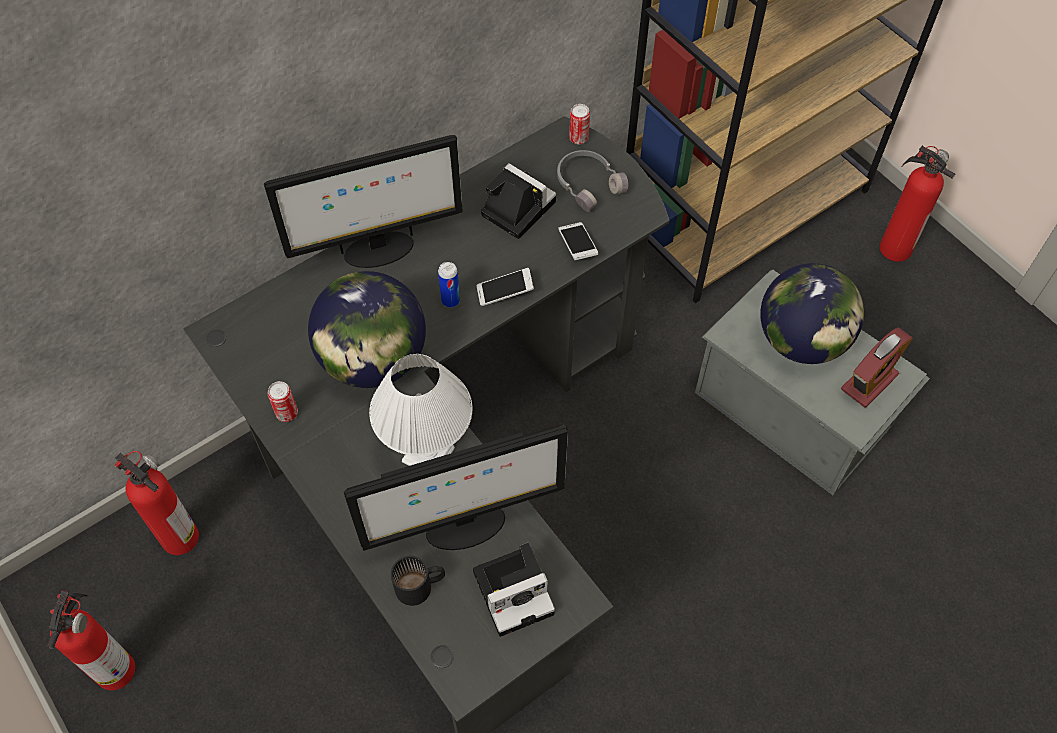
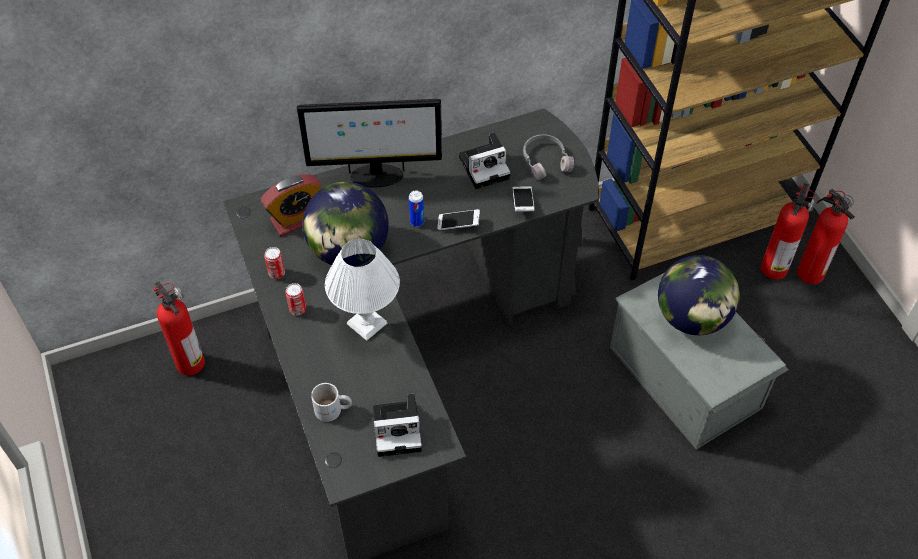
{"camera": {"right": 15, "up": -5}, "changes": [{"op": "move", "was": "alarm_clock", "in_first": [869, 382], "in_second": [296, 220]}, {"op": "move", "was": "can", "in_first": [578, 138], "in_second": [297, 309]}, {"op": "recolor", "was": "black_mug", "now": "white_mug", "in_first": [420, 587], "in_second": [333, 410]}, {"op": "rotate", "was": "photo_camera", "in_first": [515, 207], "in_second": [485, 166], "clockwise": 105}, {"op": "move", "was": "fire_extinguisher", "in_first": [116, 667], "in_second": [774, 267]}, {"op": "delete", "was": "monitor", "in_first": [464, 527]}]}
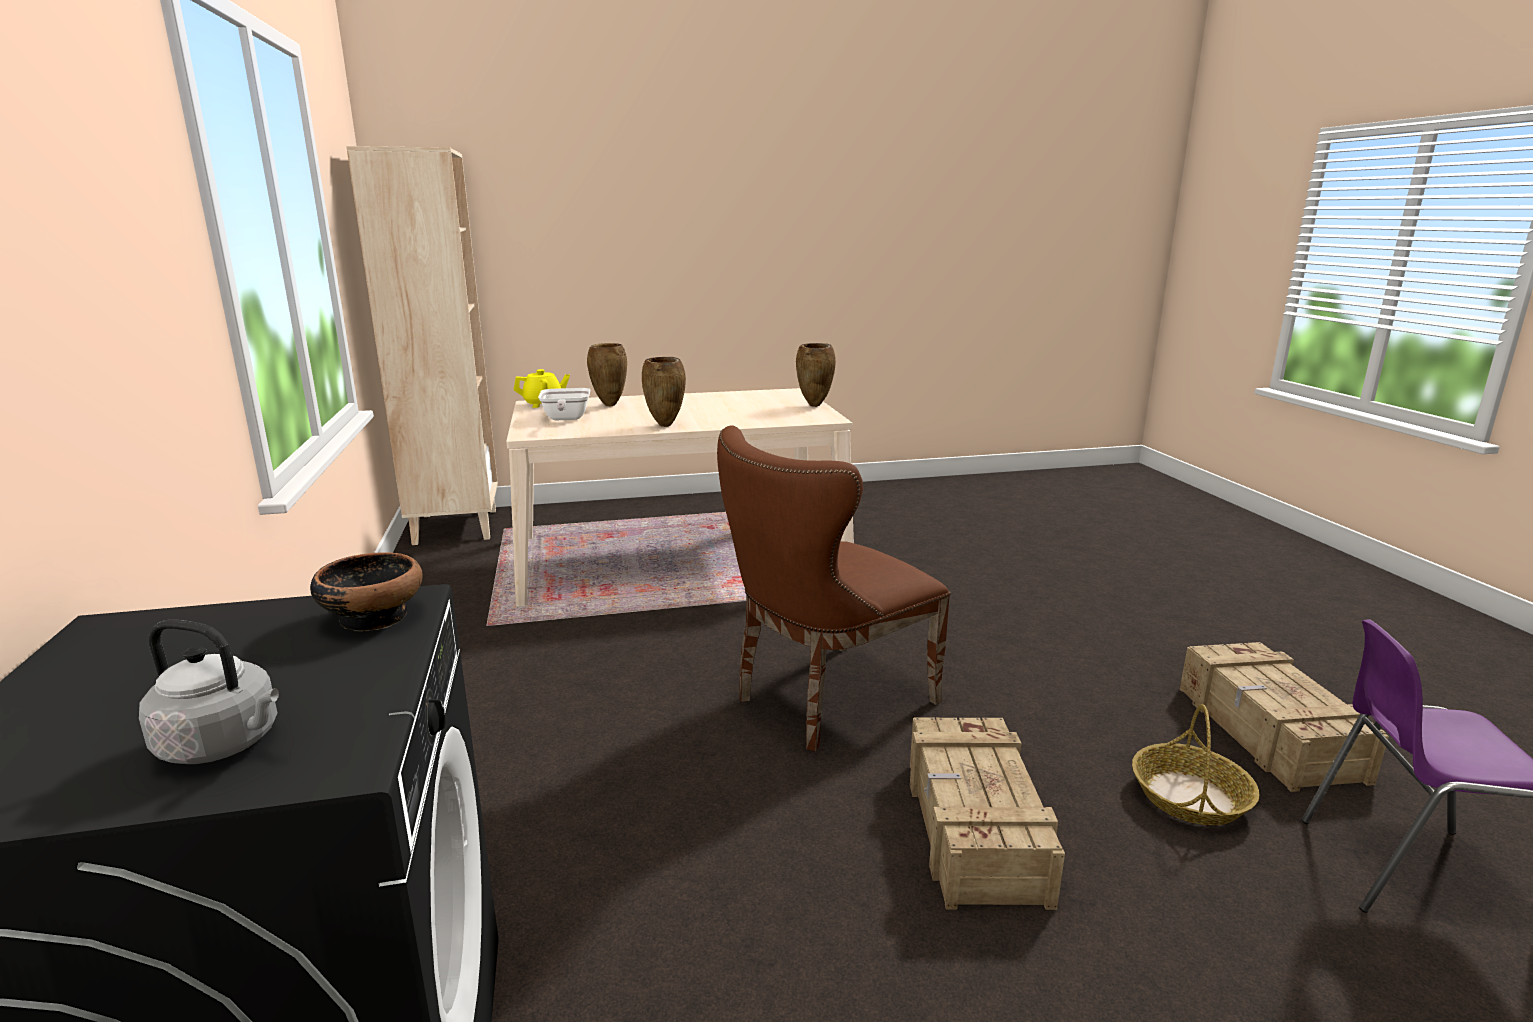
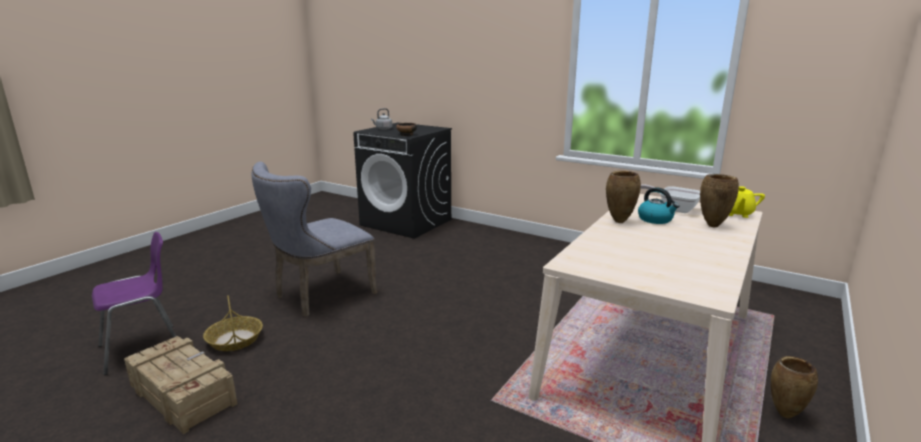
{"camera": {"right": 135, "up": 0}, "changes": [{"op": "replace", "was": "crate", "now": "grey_chair", "in_first": [973, 830], "in_second": [319, 296]}, {"op": "insert", "now": "kettle", "in_second": [656, 219]}, {"op": "move", "was": "brown_vase", "in_first": [815, 405], "in_second": [784, 415]}, {"op": "delete", "was": "beige_bookcase", "in_first": [455, 526]}, {"op": "delete", "was": "brown_chair", "in_first": [824, 701]}]}
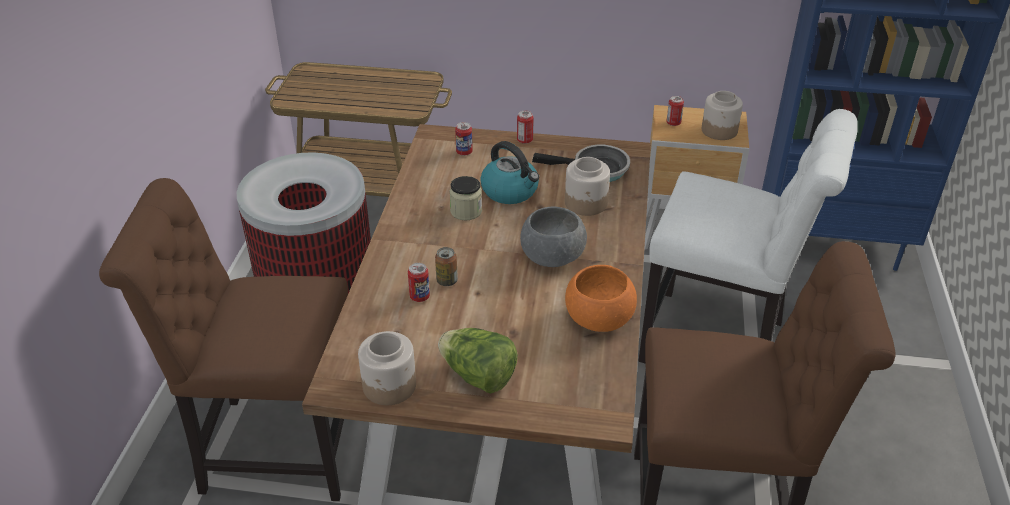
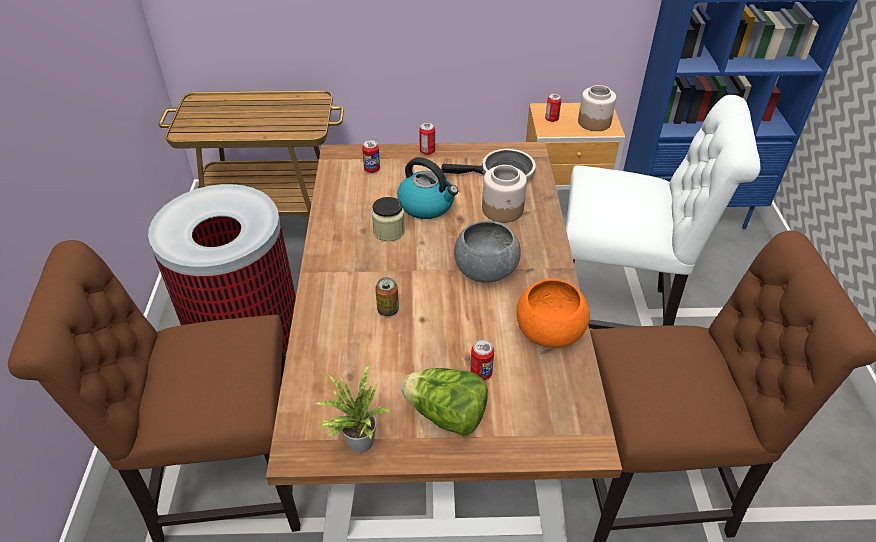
{"camera": {"right": -10, "up": 5}, "changes": [{"op": "replace", "was": "jar", "now": "potted_plant", "in_first": [389, 386], "in_second": [356, 440]}, {"op": "move", "was": "can", "in_first": [419, 297], "in_second": [481, 373]}]}
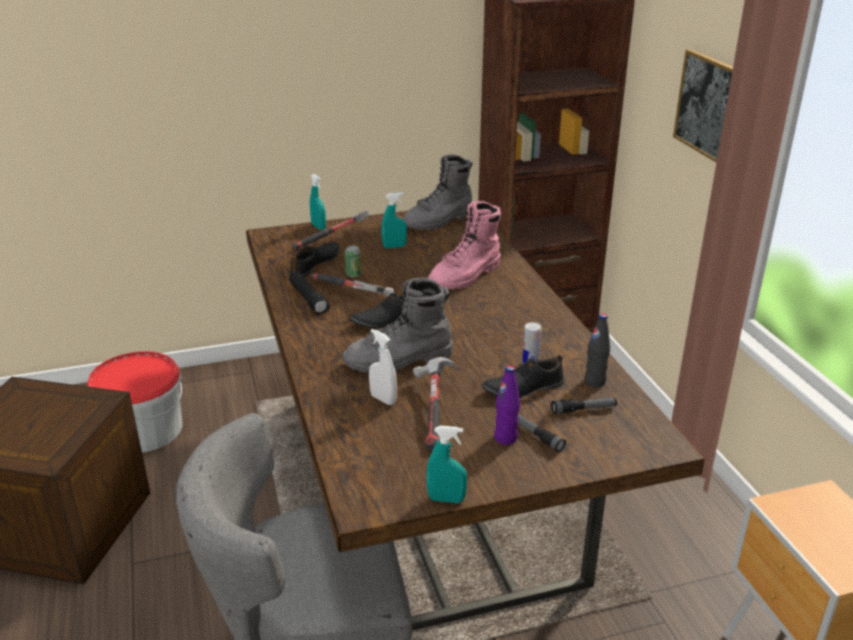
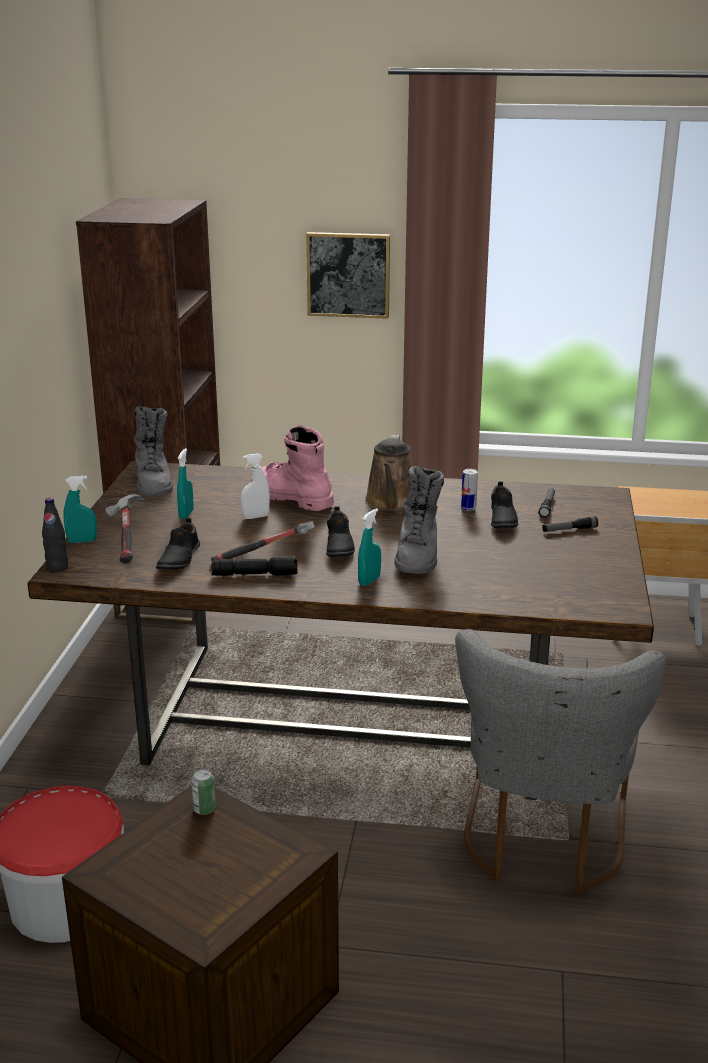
{"camera": {"right": -65, "up": -5}, "changes": [{"op": "move", "was": "black_bottle", "in_first": [595, 381], "in_second": [57, 568]}, {"op": "rotate", "was": "black_shoe", "in_first": [315, 265], "in_second": [178, 559], "clockwise": -135}, {"op": "move", "was": "can", "in_first": [353, 274], "in_second": [204, 809]}, {"op": "move", "was": "white_spray_bottle", "in_first": [383, 399], "in_second": [255, 517]}, {"op": "rotate", "was": "pink_boot", "in_first": [466, 276], "in_second": [290, 497], "clockwise": 150}, {"op": "move", "was": "turquoise_spray_bottle", "in_first": [446, 499], "in_second": [369, 581]}, {"op": "insert", "now": "brown_watering_can", "in_second": [391, 502]}, {"op": "delete", "was": "hammer", "in_first": [434, 411]}, {"op": "delete", "was": "purple_bottle", "in_first": [505, 438]}]}
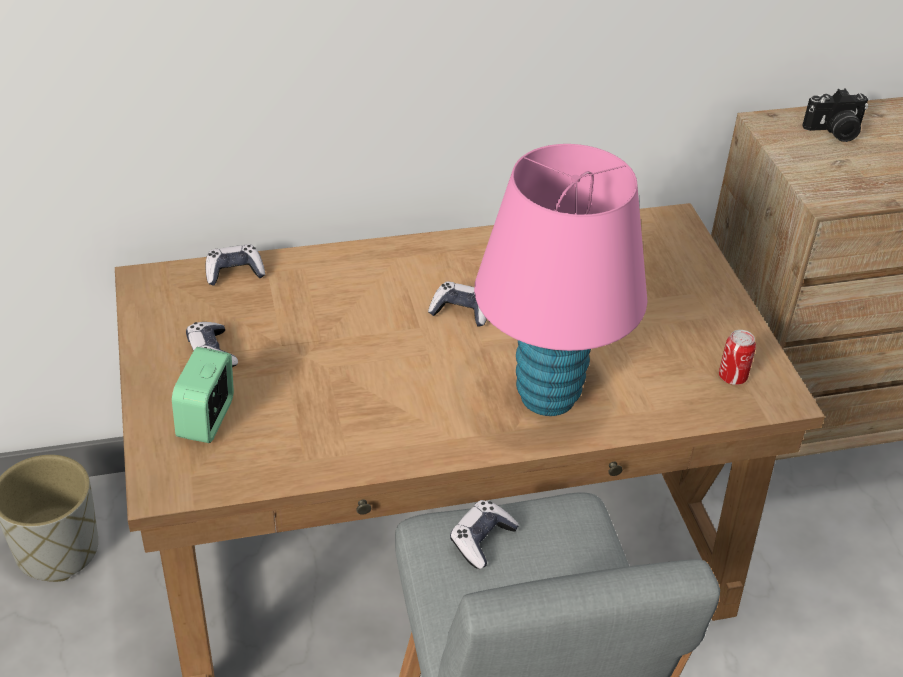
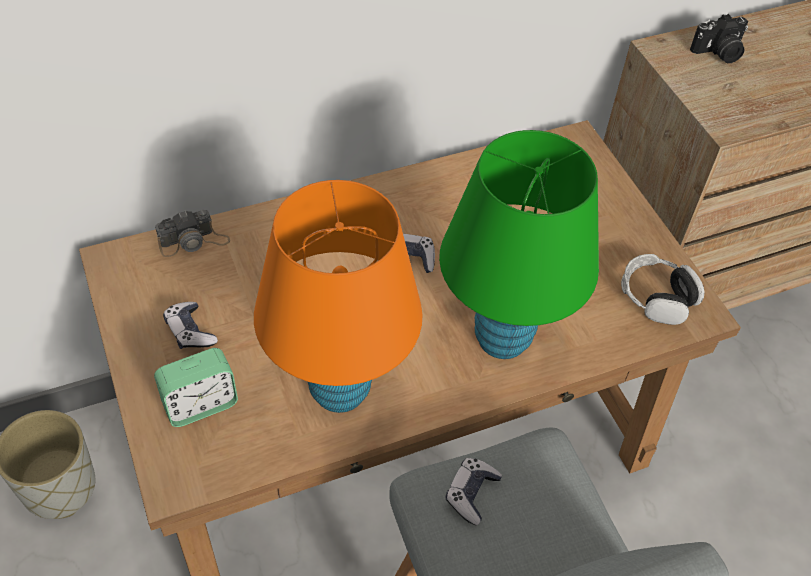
{"camera": {"right": -10, "up": 10}, "changes": [{"op": "rotate", "was": "alarm_clock", "in_first": [207, 419], "in_second": [200, 404], "clockwise": -120}, {"op": "replace", "was": "game_controller", "now": "photo_camera", "in_first": [234, 272], "in_second": [193, 241]}, {"op": "insert", "now": "orange_table_lamp", "in_second": [340, 390]}, {"op": "recolor", "was": "pink_table_lamp", "now": "green_table_lamp", "in_first": [547, 396], "in_second": [502, 338]}, {"op": "replace", "was": "can", "now": "headphones", "in_first": [732, 377], "in_second": [656, 297]}]}
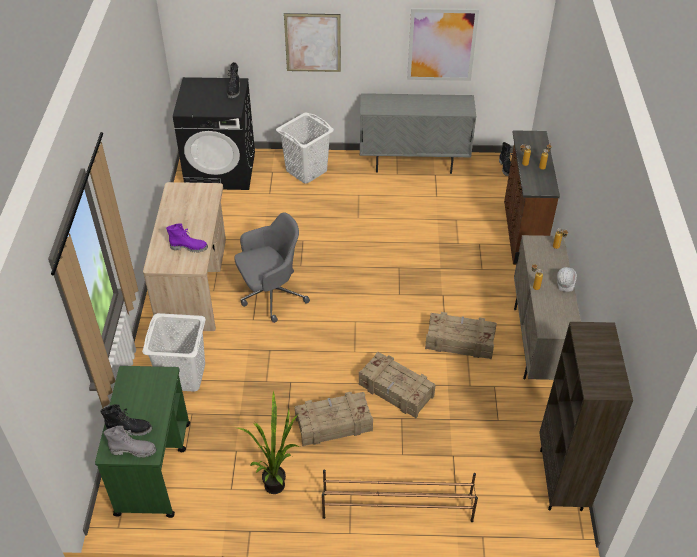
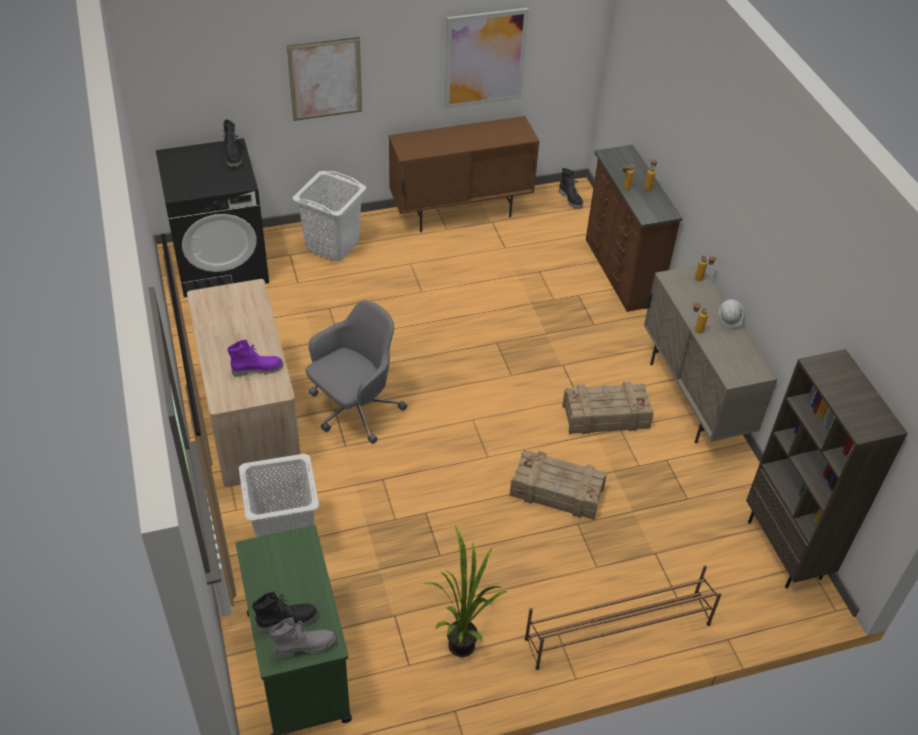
{"camera": {"right": -20, "up": 0}, "changes": [{"op": "recolor", "was": "grey_cabinet", "now": "brown_cabinet", "in_first": [413, 163], "in_second": [460, 213]}, {"op": "delete", "was": "crate", "in_first": [333, 424]}]}
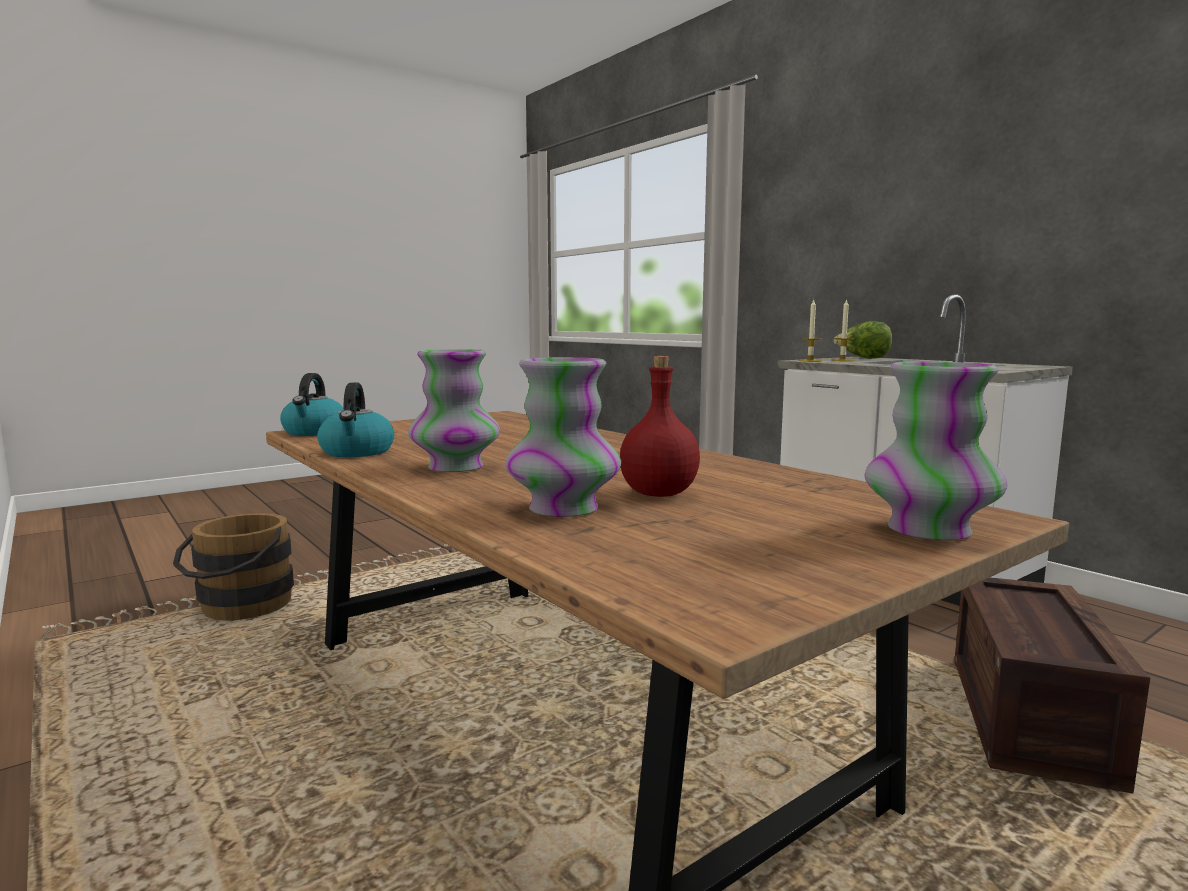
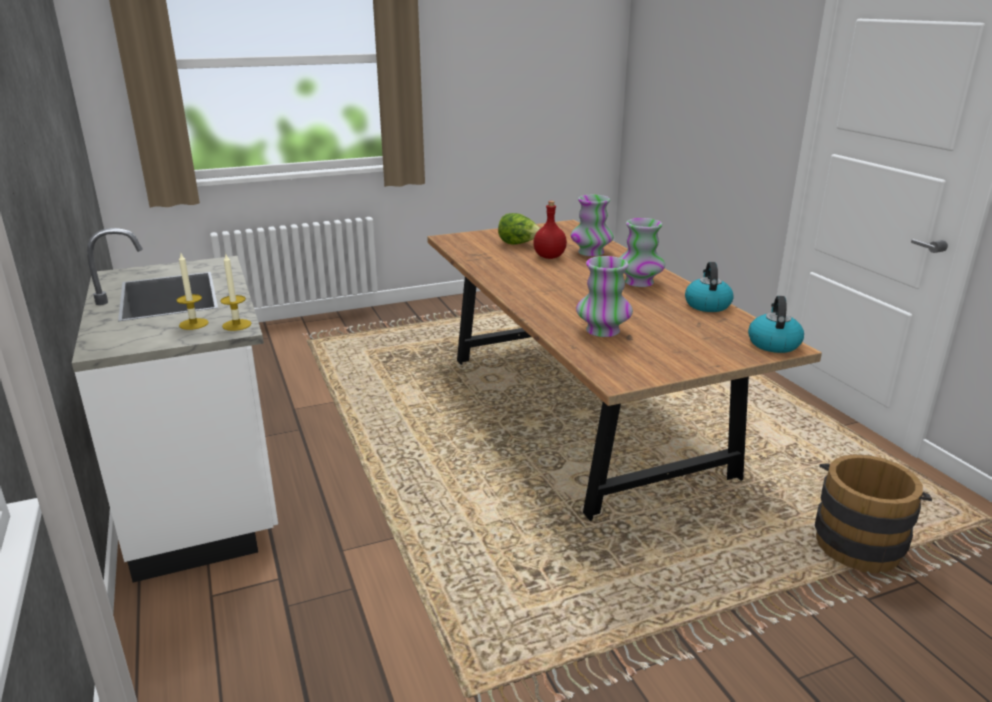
{"camera": {"right": -165, "up": 15}, "changes": [{"op": "move", "was": "lettuce", "in_first": [863, 358], "in_second": [518, 244]}, {"op": "move", "was": "vase", "in_first": [929, 530], "in_second": [602, 331]}, {"op": "delete", "was": "crate", "in_first": [1033, 720]}]}
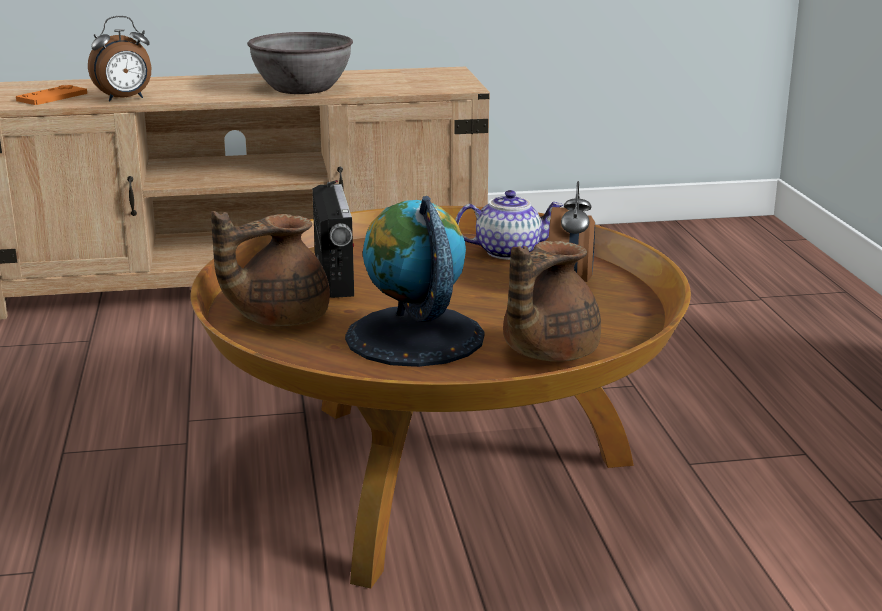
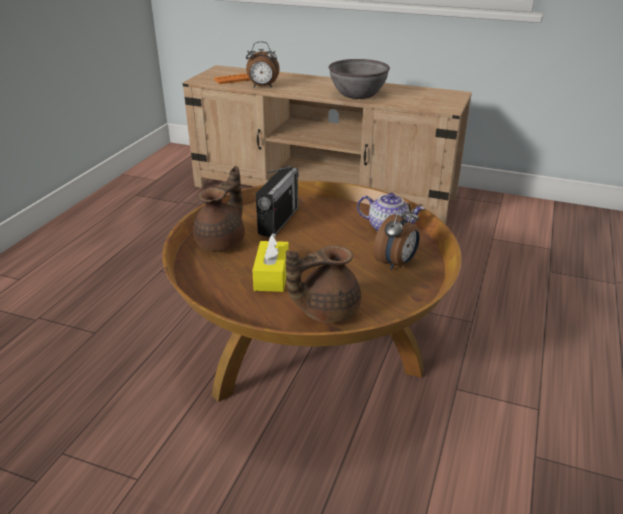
{"camera": {"right": 30, "up": 10}, "changes": [{"op": "rotate", "was": "brown_teapot", "in_first": [278, 318], "in_second": [222, 241], "clockwise": 120}, {"op": "replace", "was": "globe", "now": "yellow_tissue_box", "in_first": [414, 337], "in_second": [272, 275]}]}
